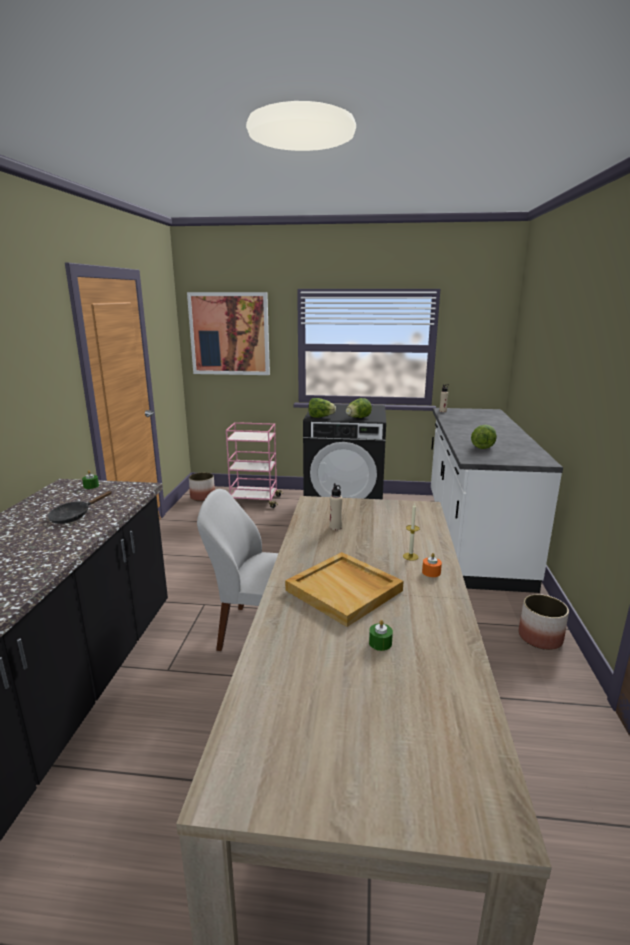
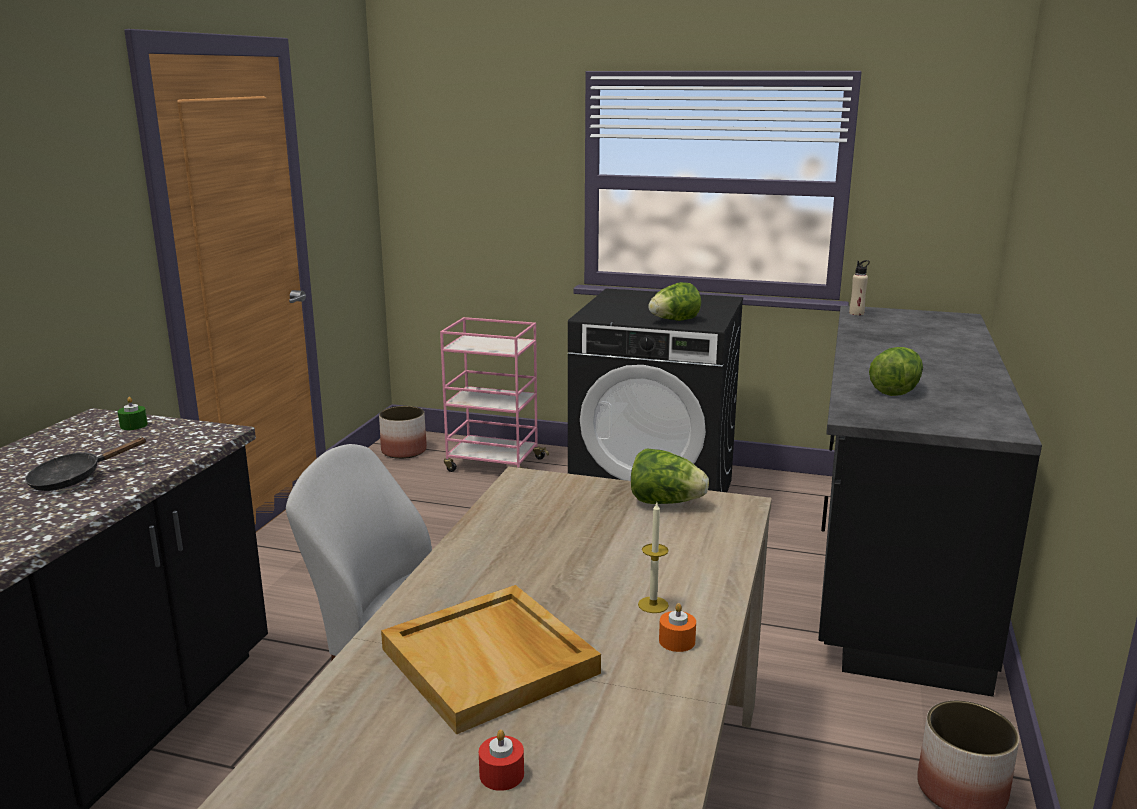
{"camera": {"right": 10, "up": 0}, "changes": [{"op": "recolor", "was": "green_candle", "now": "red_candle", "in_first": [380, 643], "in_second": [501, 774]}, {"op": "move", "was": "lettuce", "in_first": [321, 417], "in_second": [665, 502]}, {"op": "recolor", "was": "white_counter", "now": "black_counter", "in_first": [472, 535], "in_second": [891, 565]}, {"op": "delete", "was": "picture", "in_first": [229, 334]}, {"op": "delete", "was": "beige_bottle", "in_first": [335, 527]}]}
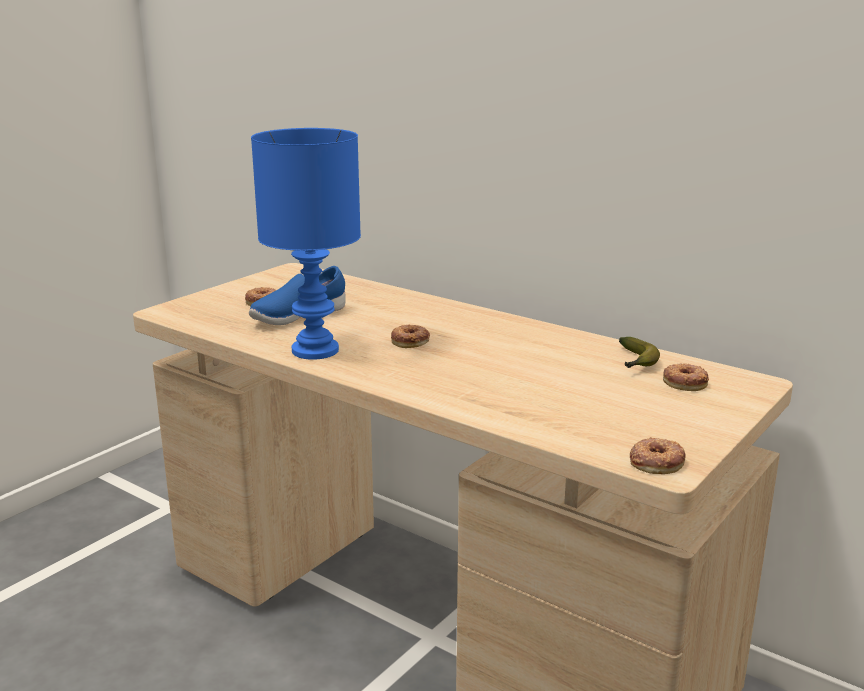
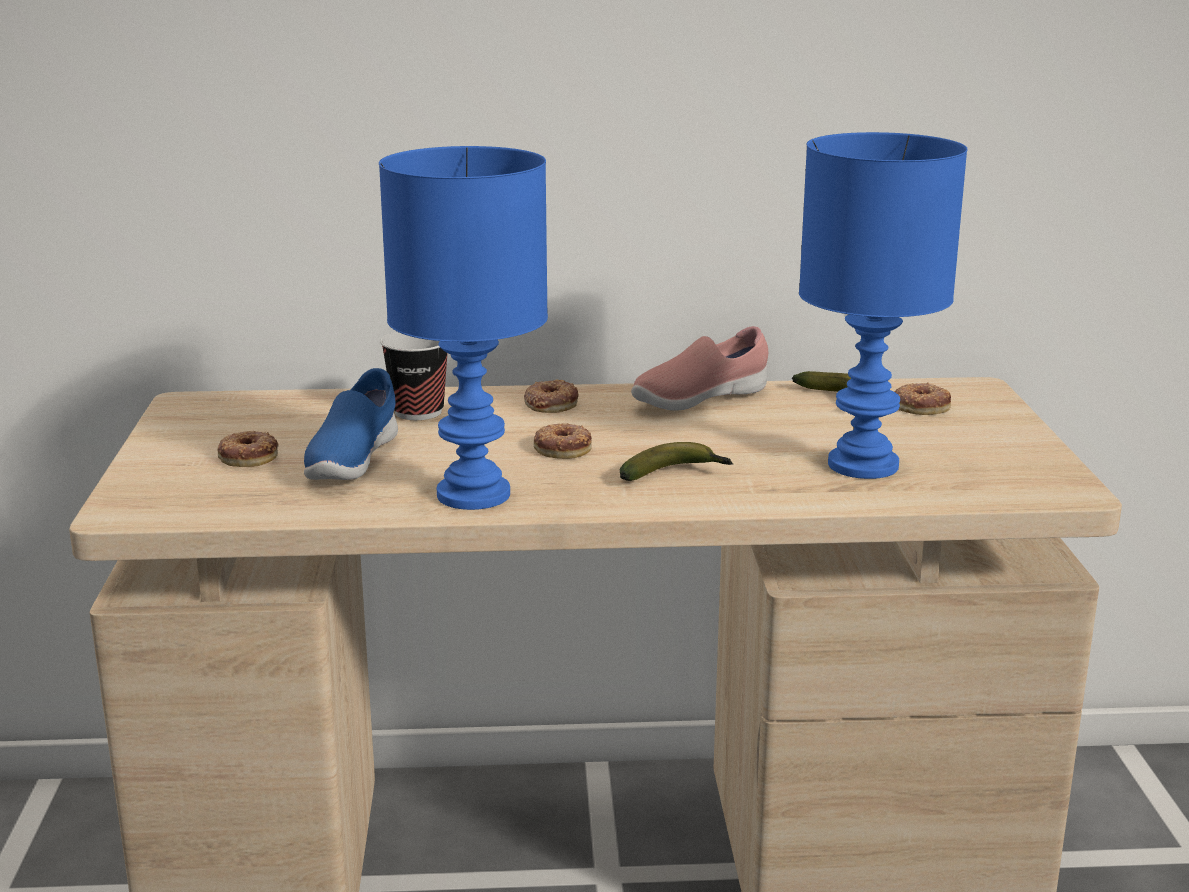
{"camera": {"right": -40, "up": 0}, "changes": [{"op": "insert", "now": "cup", "in_second": [418, 412]}, {"op": "move", "was": "donut", "in_first": [656, 462], "in_second": [550, 403]}, {"op": "insert", "now": "banana", "in_second": [675, 475]}, {"op": "insert", "now": "pink_shoe", "in_second": [698, 400]}, {"op": "insert", "now": "blue_table_lamp", "in_second": [861, 466]}]}
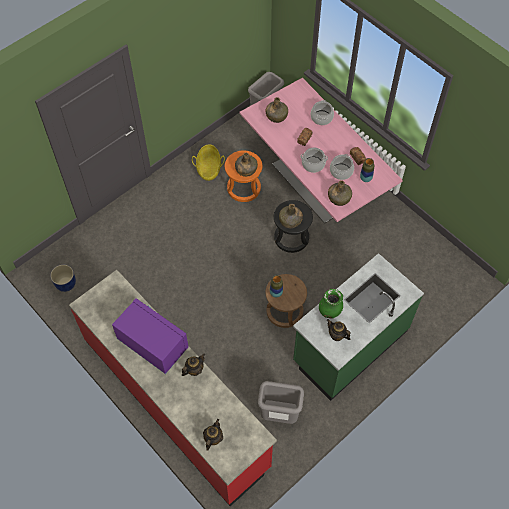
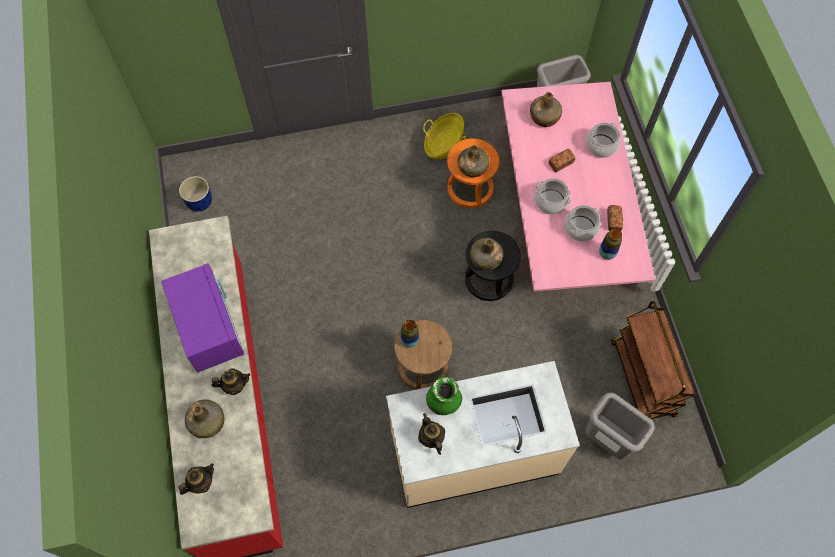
{"camera": {"right": 30, "up": 5}, "changes": [{"op": "move", "was": "green_bottle", "in_first": [339, 198], "in_second": [207, 422]}, {"op": "recolor", "was": "green_counter", "now": "beige_counter", "in_first": [349, 346], "in_second": [474, 453]}, {"op": "move", "was": "grey_trash_can", "in_first": [279, 415], "in_second": [607, 441]}, {"op": "insert", "now": "brown_cart", "in_second": [643, 379]}]}
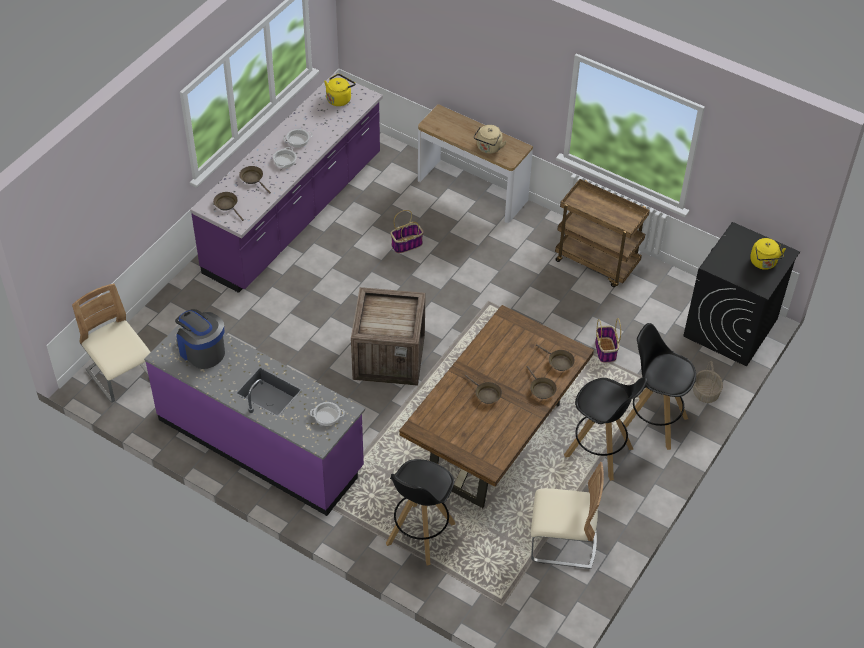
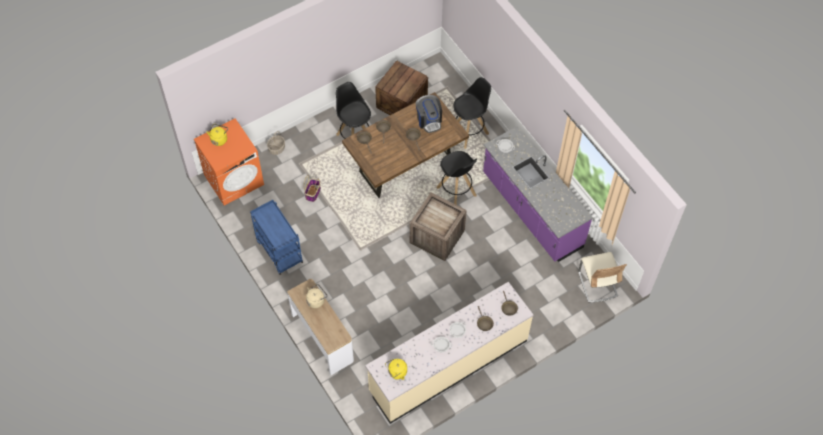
{"camera": {"right": -155, "up": 10}, "changes": [{"op": "recolor", "was": "black_washing_machine", "now": "orange_washing_machine", "in_first": [730, 328], "in_second": [234, 179]}, {"op": "recolor", "was": "brown_cart", "now": "blue_cart", "in_first": [597, 262], "in_second": [278, 251]}, {"op": "recolor", "was": "purple_counter", "now": "beige_counter", "in_first": [295, 214], "in_second": [448, 365]}, {"op": "replace", "was": "beige_chair", "now": "crate", "in_first": [562, 542], "in_second": [401, 102]}, {"op": "move", "was": "coffee_machine", "in_first": [202, 351], "in_second": [429, 120]}, {"op": "move", "was": "black_stool", "in_first": [653, 422], "in_second": [456, 192]}, {"op": "delete", "was": "basket", "in_first": [407, 244]}]}
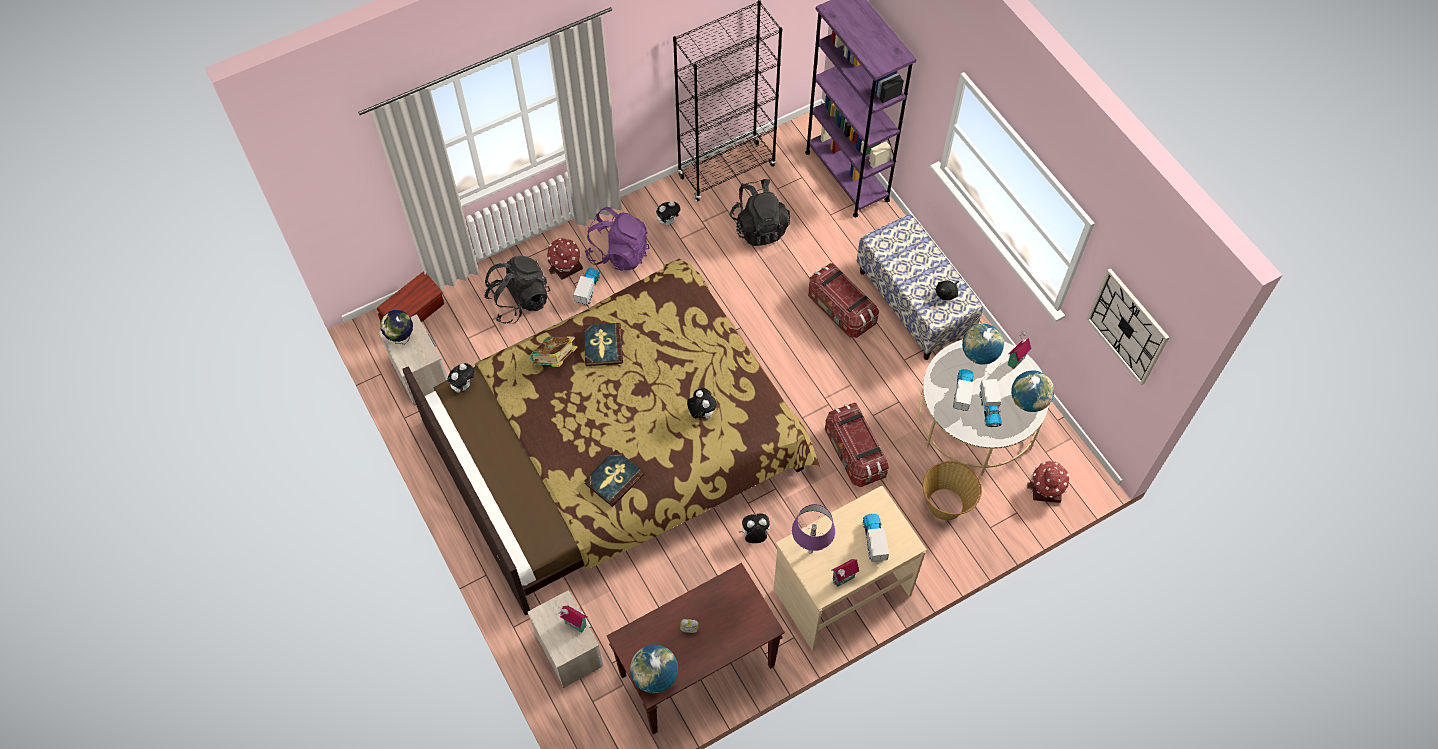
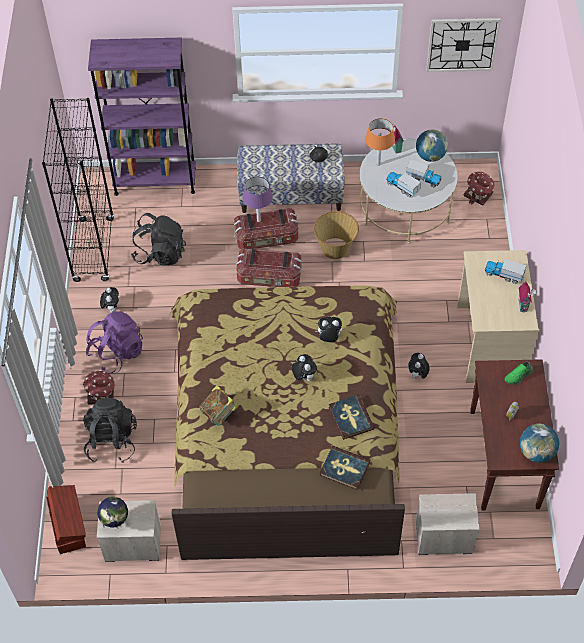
{"camera": {"right": -60, "up": -5}, "changes": [{"op": "move", "was": "storage_box", "in_first": [854, 453], "in_second": [269, 277]}, {"op": "move", "was": "purple_table_lamp", "in_first": [810, 551], "in_second": [258, 220]}, {"op": "move", "was": "plush_toy", "in_first": [464, 385], "in_second": [304, 376]}, {"op": "move", "was": "basket", "in_first": [946, 504], "in_second": [335, 248]}, {"op": "move", "was": "book", "in_first": [602, 346], "in_second": [344, 469]}, {"op": "replace", "was": "globe", "now": "orange_table_lamp", "in_first": [979, 354], "in_second": [378, 164]}, {"op": "insert", "now": "green_shoe", "in_second": [518, 376]}, {"op": "delete", "was": "toy_house", "in_first": [574, 625]}, {"op": "delete", "was": "toy_truck", "in_first": [587, 290]}]}
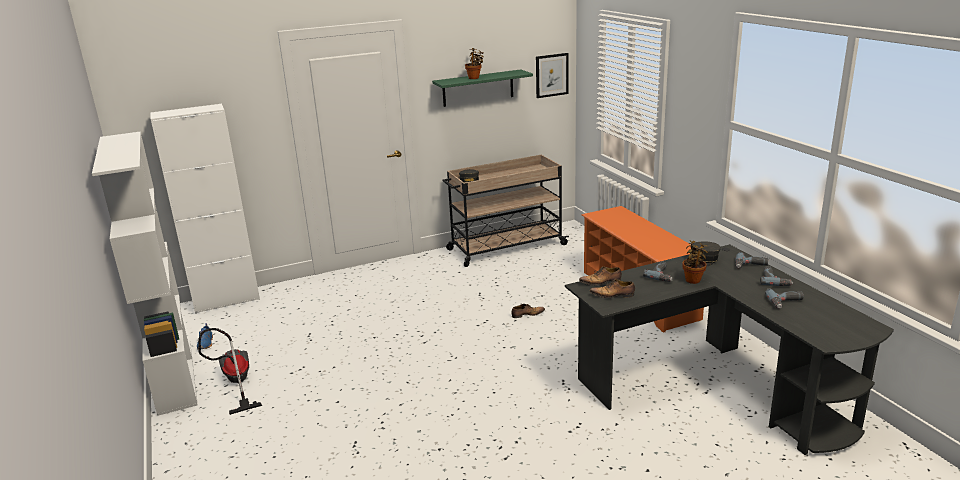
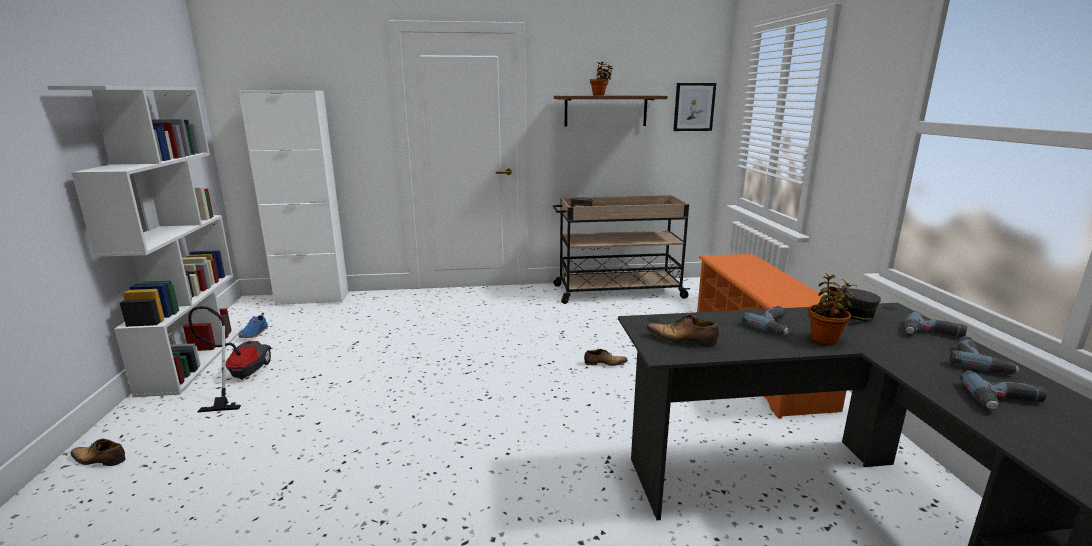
{"camera": {"right": 15, "up": -5}, "changes": [{"op": "move", "was": "shoe", "in_first": [601, 282], "in_second": [99, 460]}, {"op": "recolor", "was": "green_shelf", "now": "brown_shelf", "in_first": [478, 88], "in_second": [605, 111]}]}
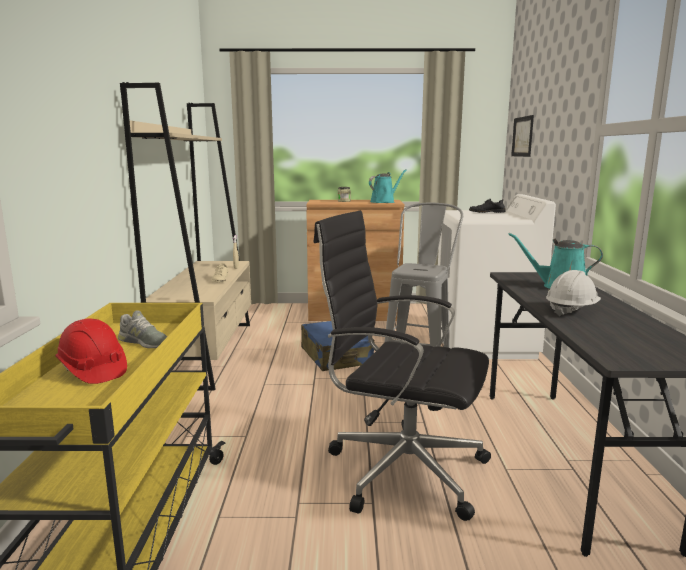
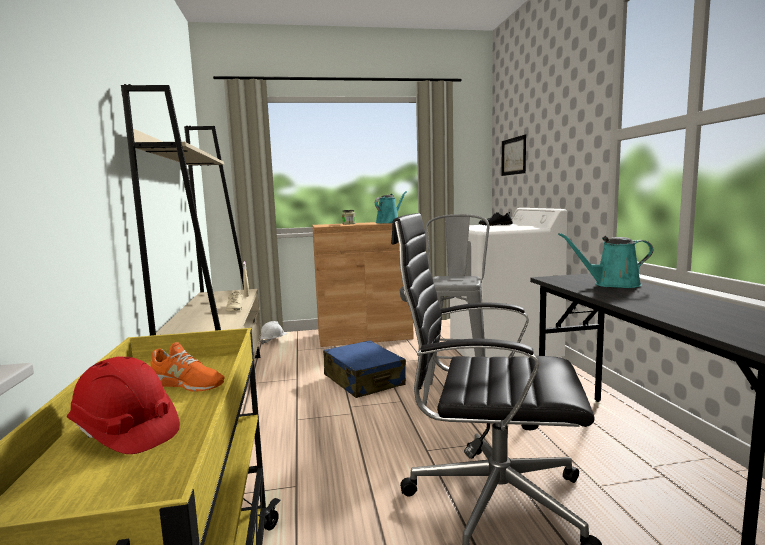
{"camera": {"right": -10, "up": -5}, "changes": [{"op": "recolor", "was": "grey_shoe", "now": "orange_shoe", "in_first": [144, 342], "in_second": [186, 384]}, {"op": "move", "was": "white_hard_hat", "in_first": [571, 310], "in_second": [273, 341]}]}
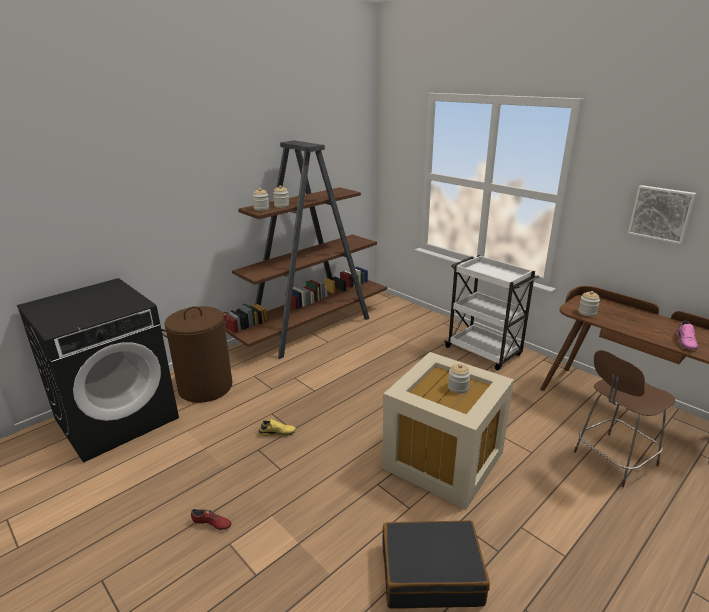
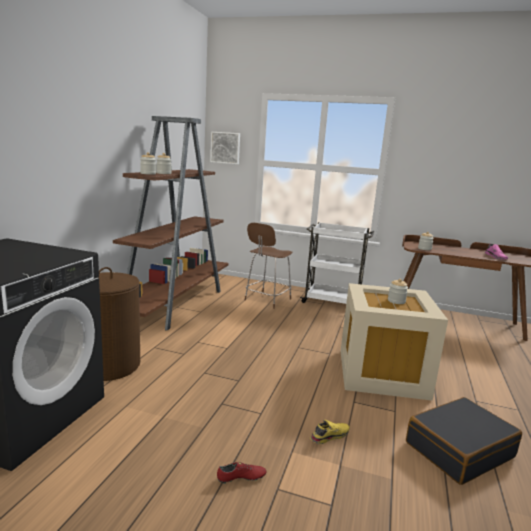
{"camera": {"right": -30, "up": -10}, "changes": [{"op": "move", "was": "picture", "in_first": [661, 213], "in_second": [225, 148]}, {"op": "move", "was": "brown_chair", "in_first": [613, 459], "in_second": [267, 300]}, {"op": "move", "was": "yellow_shoe", "in_first": [277, 432], "in_second": [329, 436]}]}
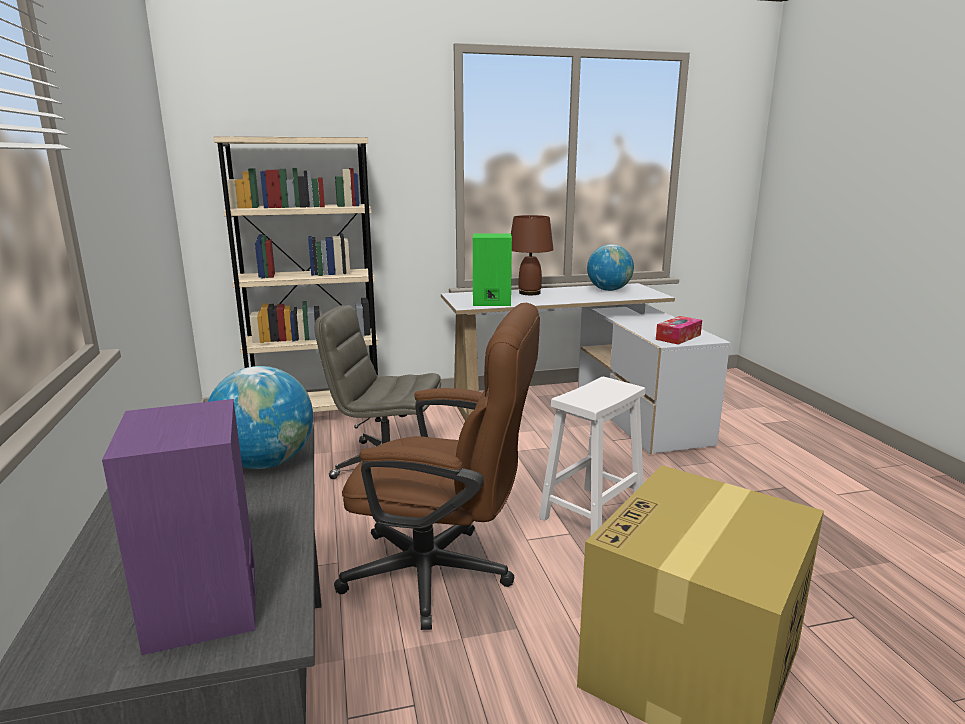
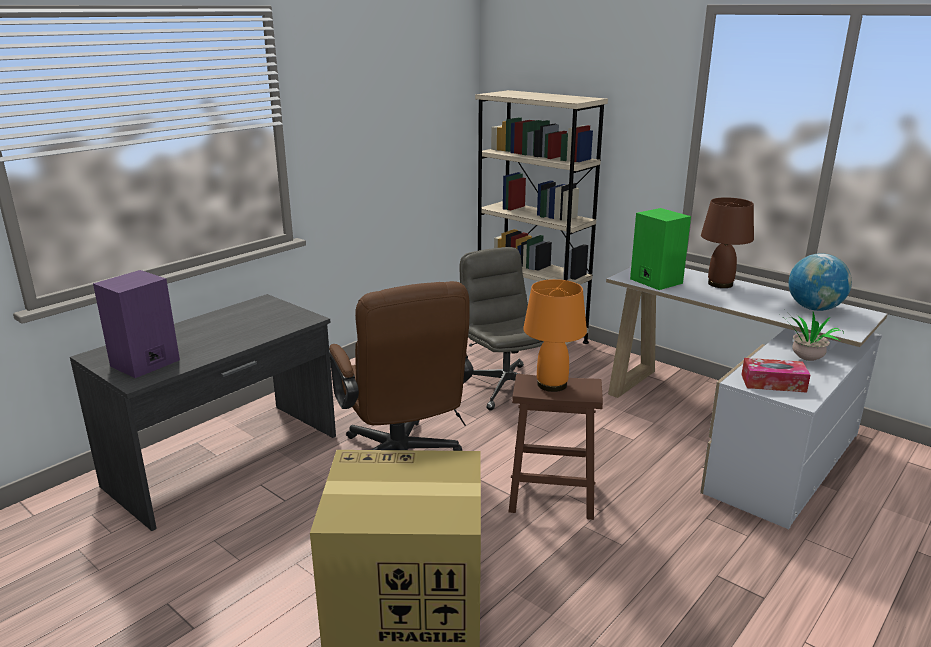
{"camera": {"right": 55, "up": 5}, "changes": [{"op": "recolor", "was": "white_stool", "now": "brown_stool", "in_first": [591, 515], "in_second": [550, 496]}, {"op": "insert", "now": "orange_table_lamp", "in_second": [551, 385]}, {"op": "insert", "now": "potted_plant", "in_second": [805, 360]}, {"op": "delete", "was": "globe", "in_first": [265, 463]}]}
